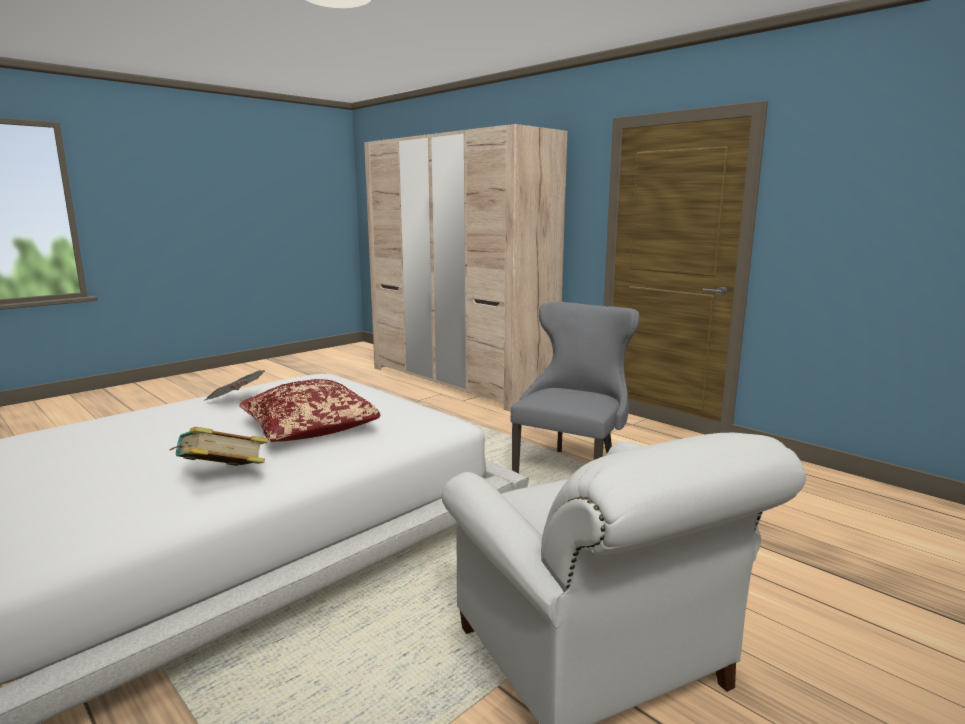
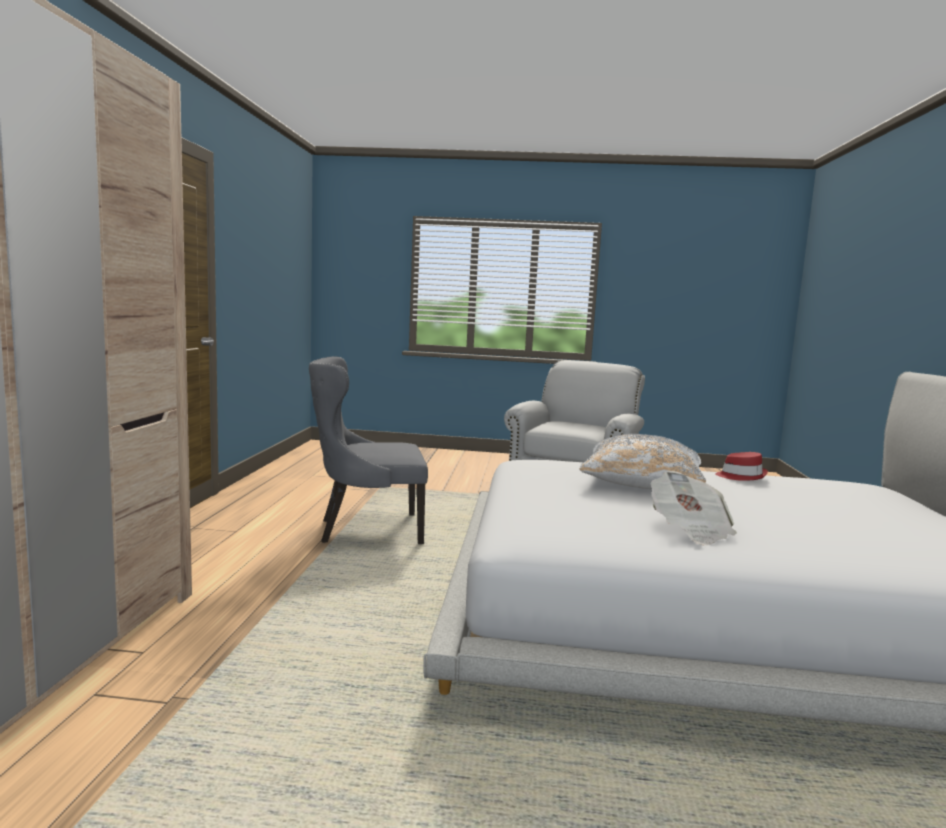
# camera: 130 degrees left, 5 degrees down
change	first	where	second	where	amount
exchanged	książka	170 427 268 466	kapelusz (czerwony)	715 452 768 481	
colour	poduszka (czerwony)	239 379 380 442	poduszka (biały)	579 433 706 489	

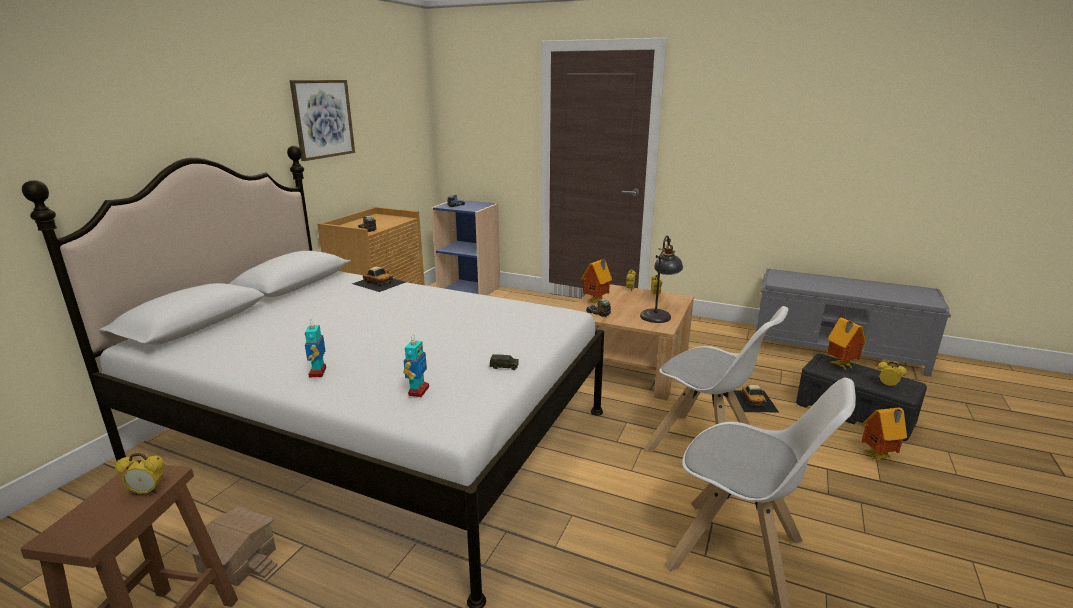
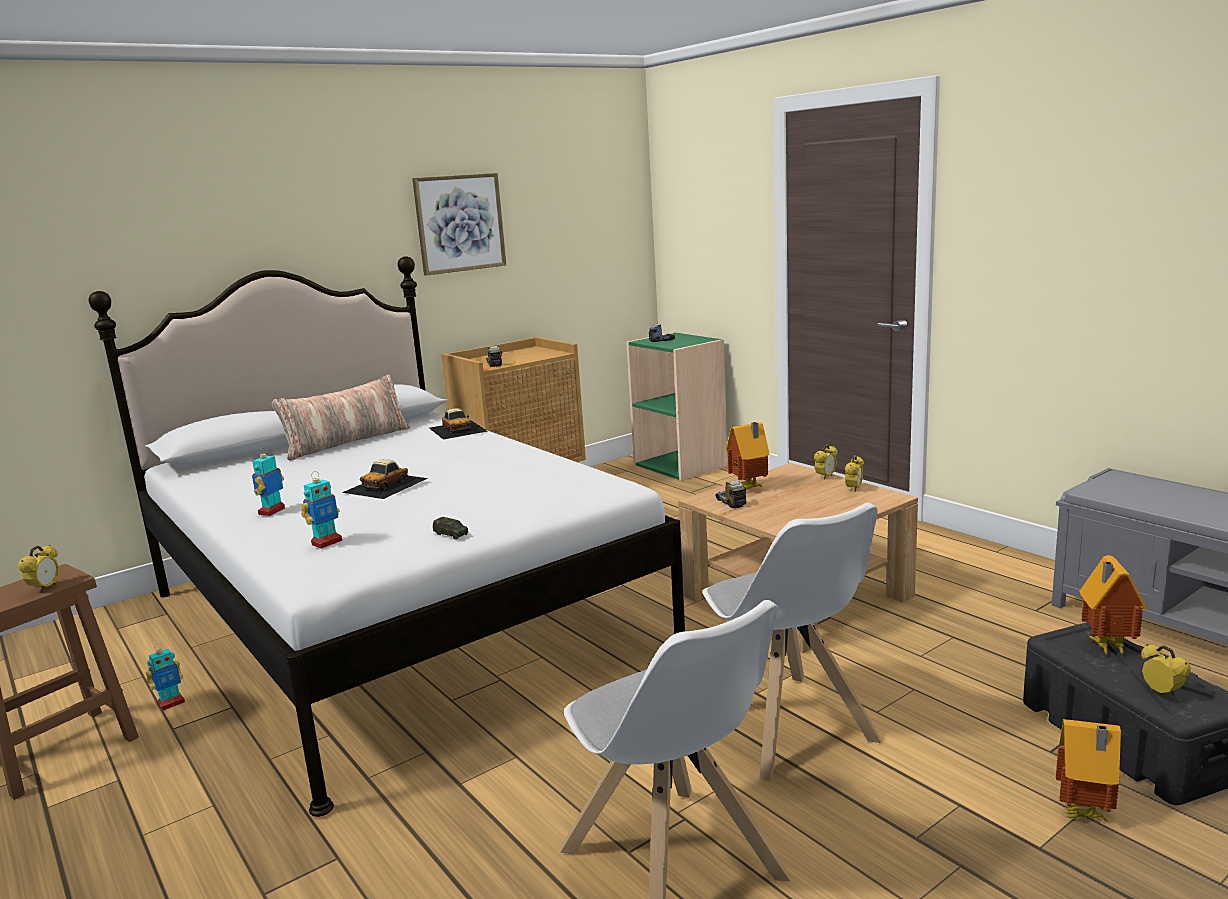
# camera: 30 degrees right, 5 degrees down
change	first	where	second	where	amount
missing	lampa stołowa (szary)	640 235 683 323			
appeared			poduszka	272 375 410 460	
relocated	samochodzik	733 384 779 412		342 459 428 499	
exchanged	domek	185 507 277 586	robot zabawkowy	146 644 185 711	
colour	regał (niebieski)	431 200 500 296	regał (zielony)	626 332 728 481	
spun	budzik	115 453 164 495		18 545 59 593	105 degrees counterclockwise

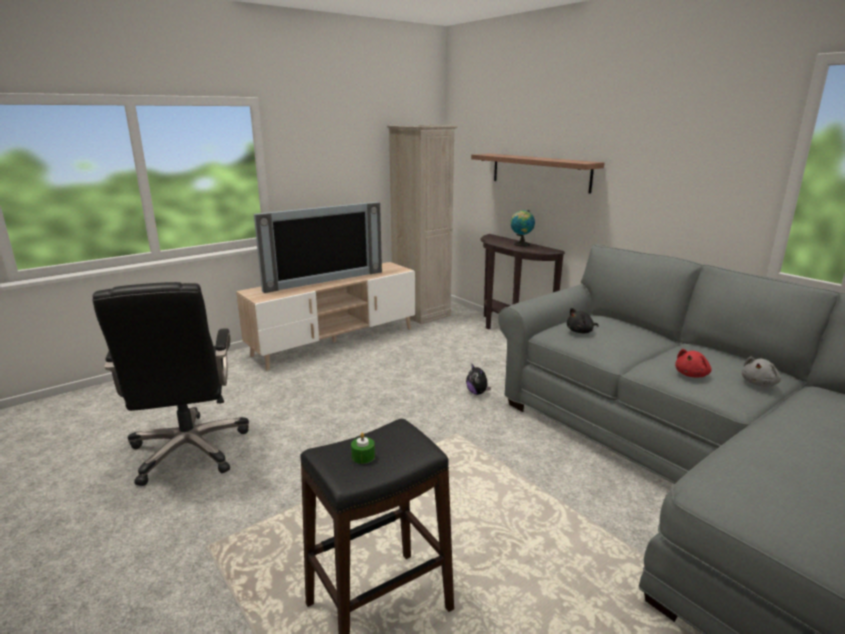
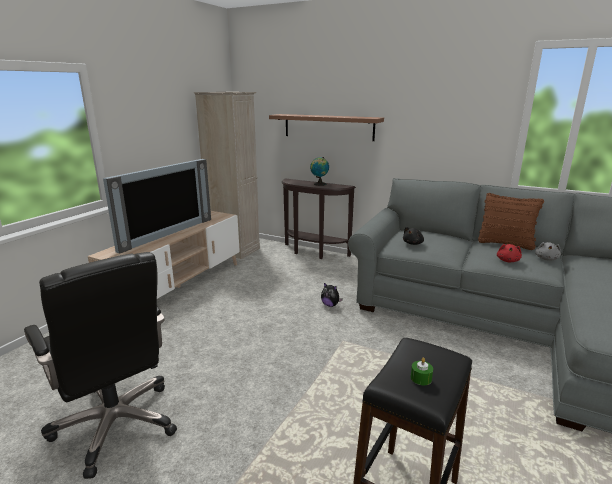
# camera: 25 degrees left, 0 degrees up
change	first	where	second	where	amount
appeared			poduszka (brązowy)	478 193 544 250	

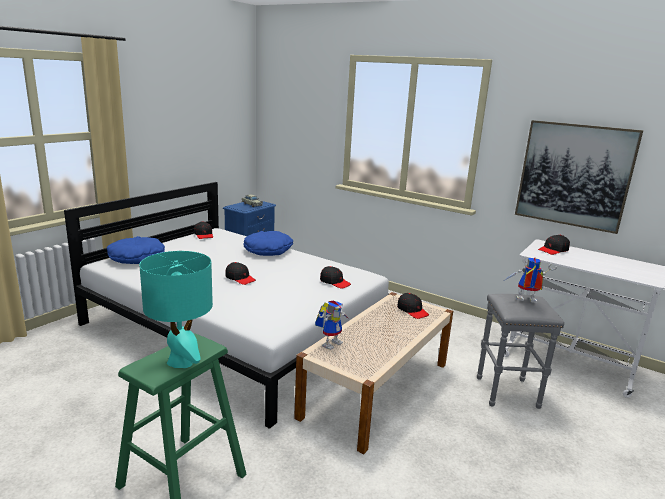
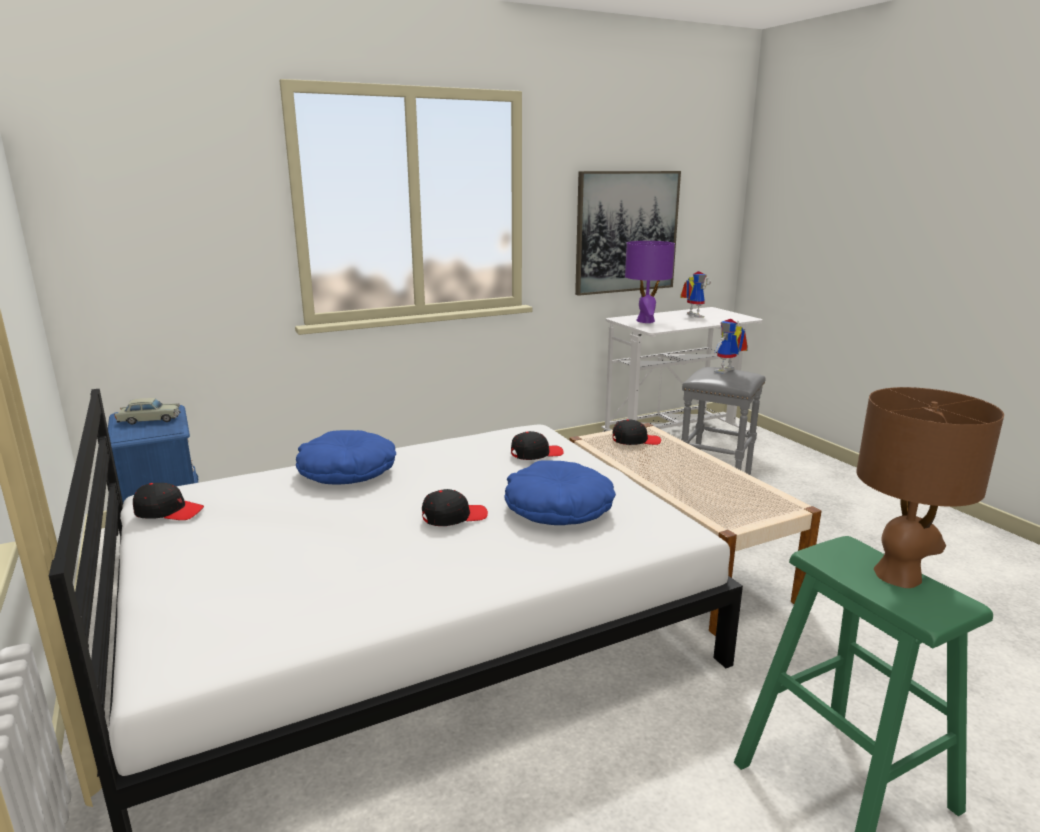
# camera: 60 degrees left, 0 degrees up
change	first	where	second	where	amount
relocated	poduszka (niebieski)	107 236 165 264		504 460 616 525	
relocated	robot zabawkowy	315 300 349 350		680 271 711 318	
exchanged	czapka z daszkiem (czarny)	538 235 570 255	lampa stołowa (fioletowy)	625 241 675 323	
colour	lampa stołowa (turkusowy)	139 251 213 368	lampa stołowa (brązowy)	856 387 1004 588	

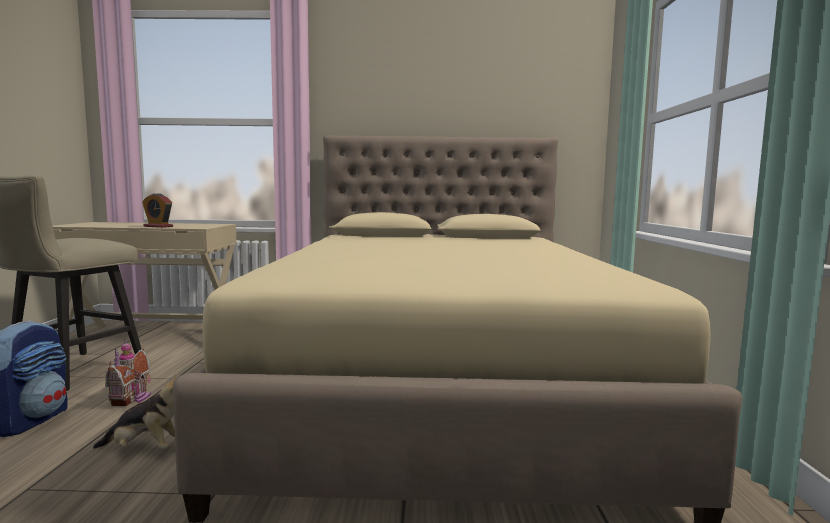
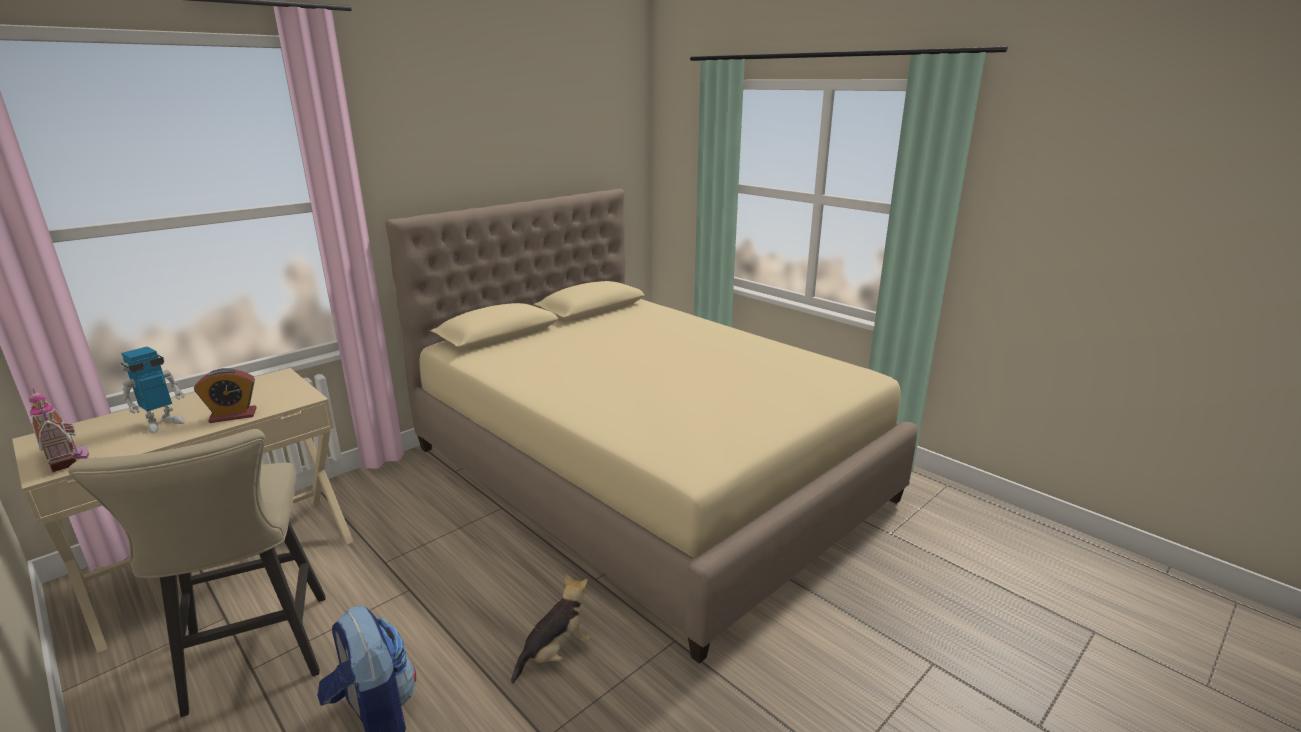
# camera: 45 degrees left, 15 degrees up
change	first	where	second	where	amount
appeared			robot zabawkowy	120 346 185 434	
relocated	domek	105 340 151 406		29 389 89 472	

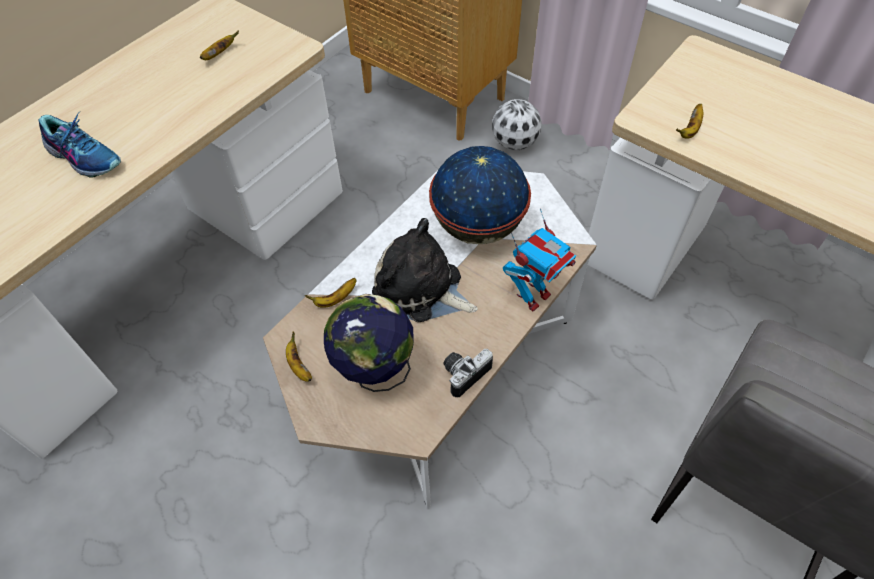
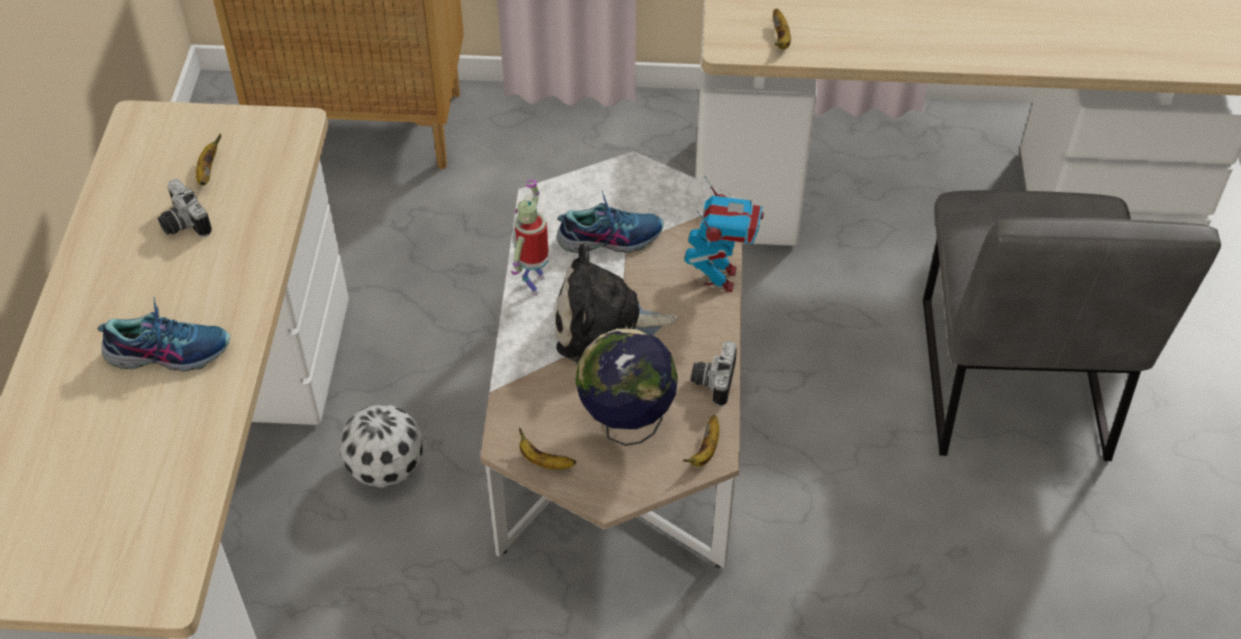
# camera: 35 degrees left, 5 degrees down
change	first	where	second	where	amount
appeared			aparat fotograficzny	158 179 212 237	
appeared			robot zabawkowy	511 179 548 296	
relocated	banan	305 278 357 308		683 415 719 467	
relocated	piłka futbolowa	492 99 542 150		339 404 423 488	
exchanged	globus	429 146 531 244	but	557 191 664 253	

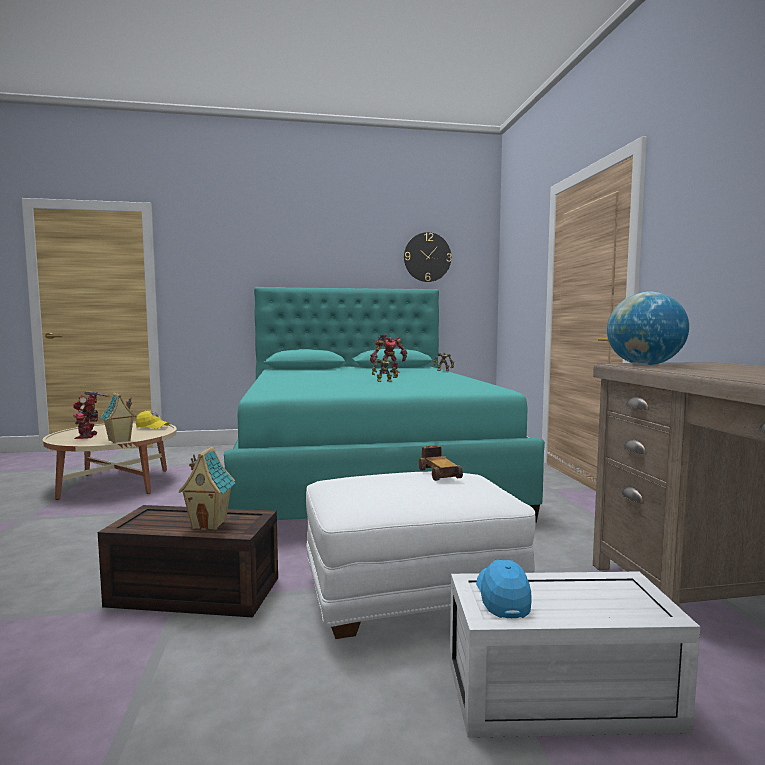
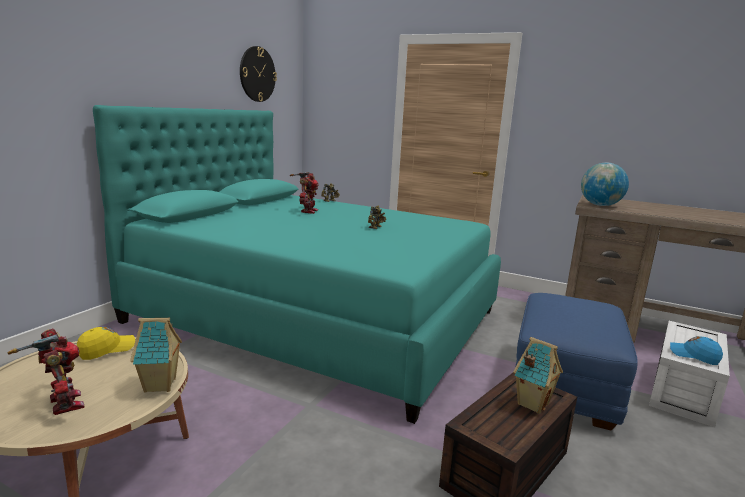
# camera: 55 degrees left, 10 degrees up
change	first	where	second	where	amount
missing	samochodzik	418 445 463 481			
colour	pufa (biały)	306 472 536 639	pufa (niebieski)	516 293 638 430	
spun	robot zabawkowy	73 391 110 439		7 329 84 415	150 degrees counterclockwise

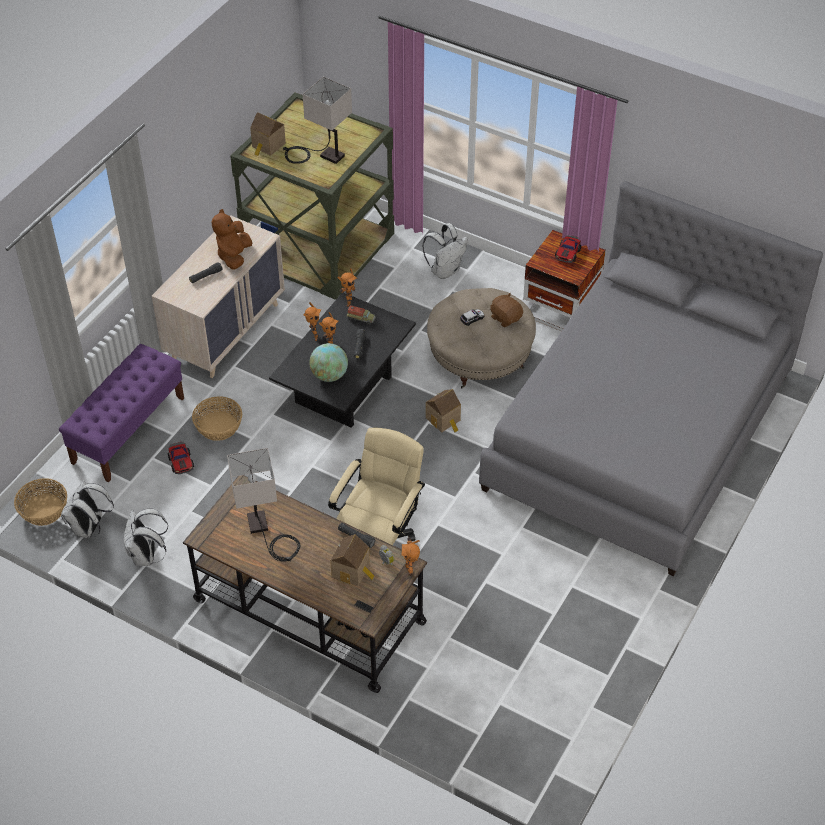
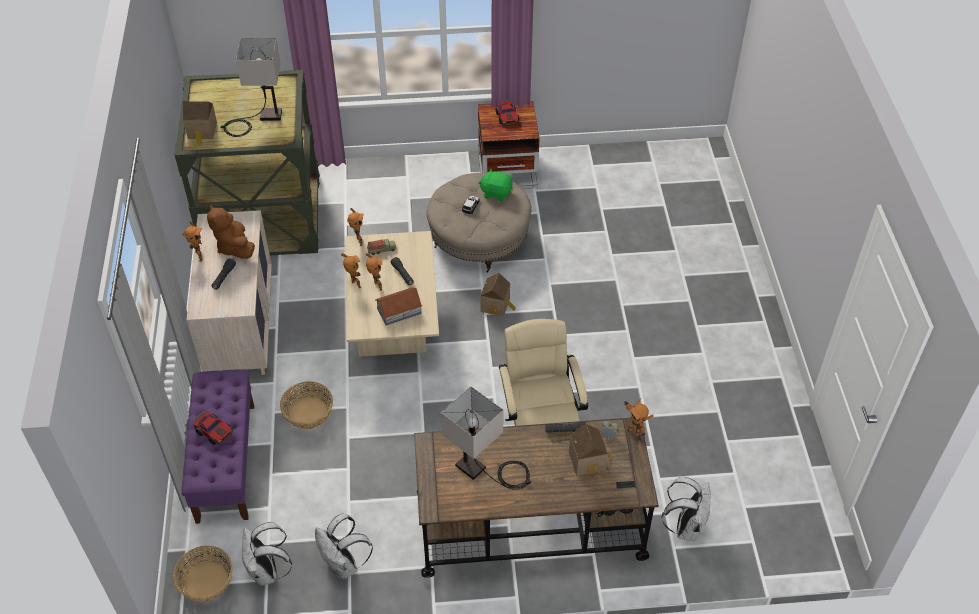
# camera: 35 degrees left, 0 degrees up
change	first	where	second	where	amount
missing	łóżko (szary)	479 181 823 576			
appeared			robot zabawkowy	182 221 202 262	
relocated	samochodzik	168 442 194 474		193 411 233 445	
relocated	plecak (biały)	422 223 468 279		661 477 711 541	
exchanged	globus	309 343 348 382	domek	375 288 422 325	
colour	ława (czarny)	269 293 416 428	ława (beżowy)	345 231 439 357	
colour	pluszak (brązowy)	490 293 523 327	pluszak (zielony)	478 169 513 201	

